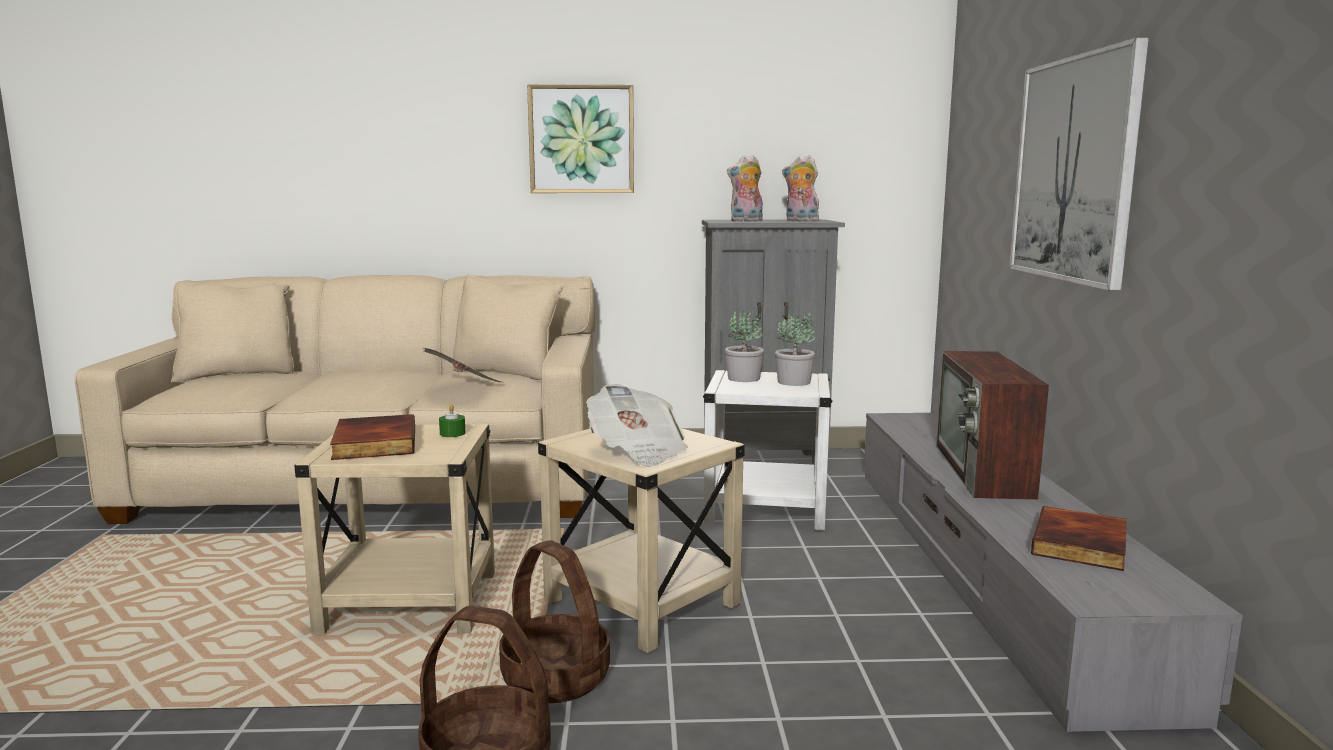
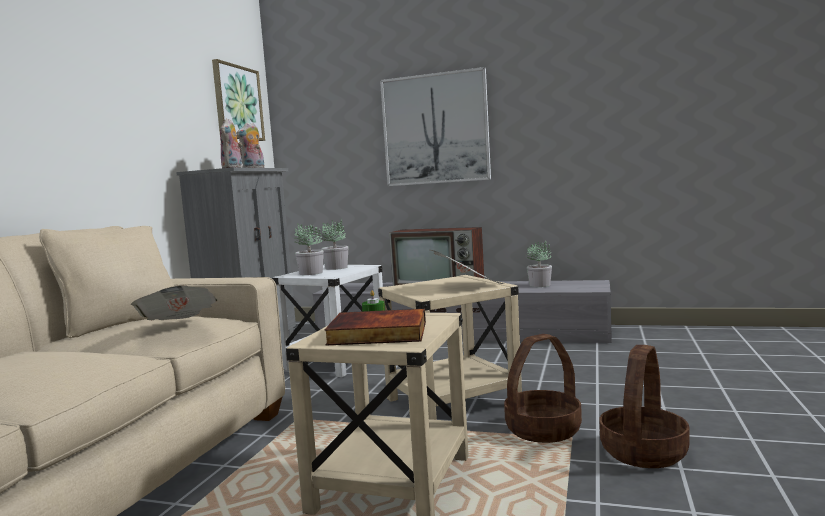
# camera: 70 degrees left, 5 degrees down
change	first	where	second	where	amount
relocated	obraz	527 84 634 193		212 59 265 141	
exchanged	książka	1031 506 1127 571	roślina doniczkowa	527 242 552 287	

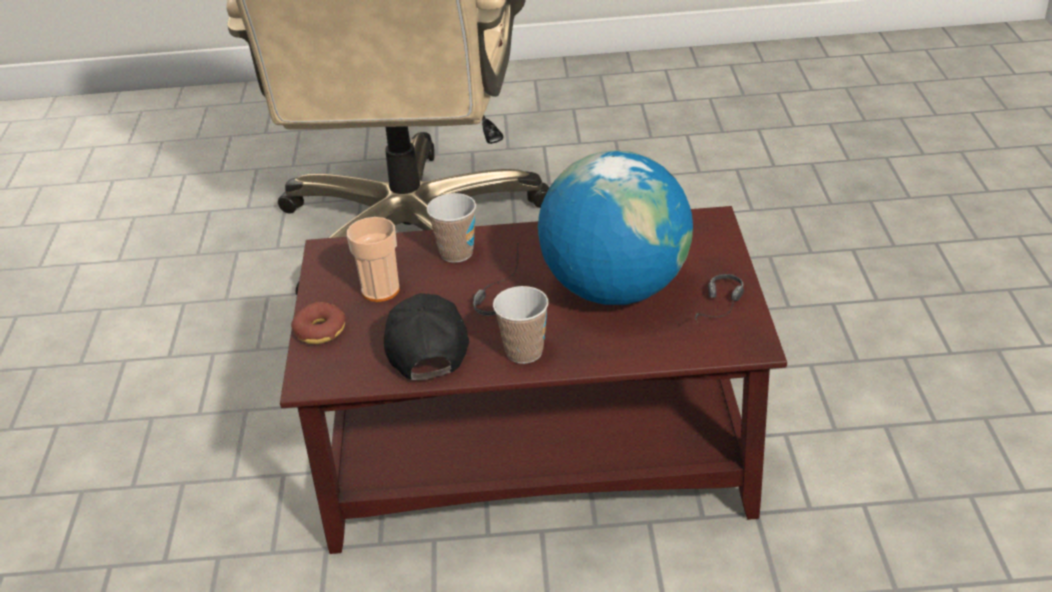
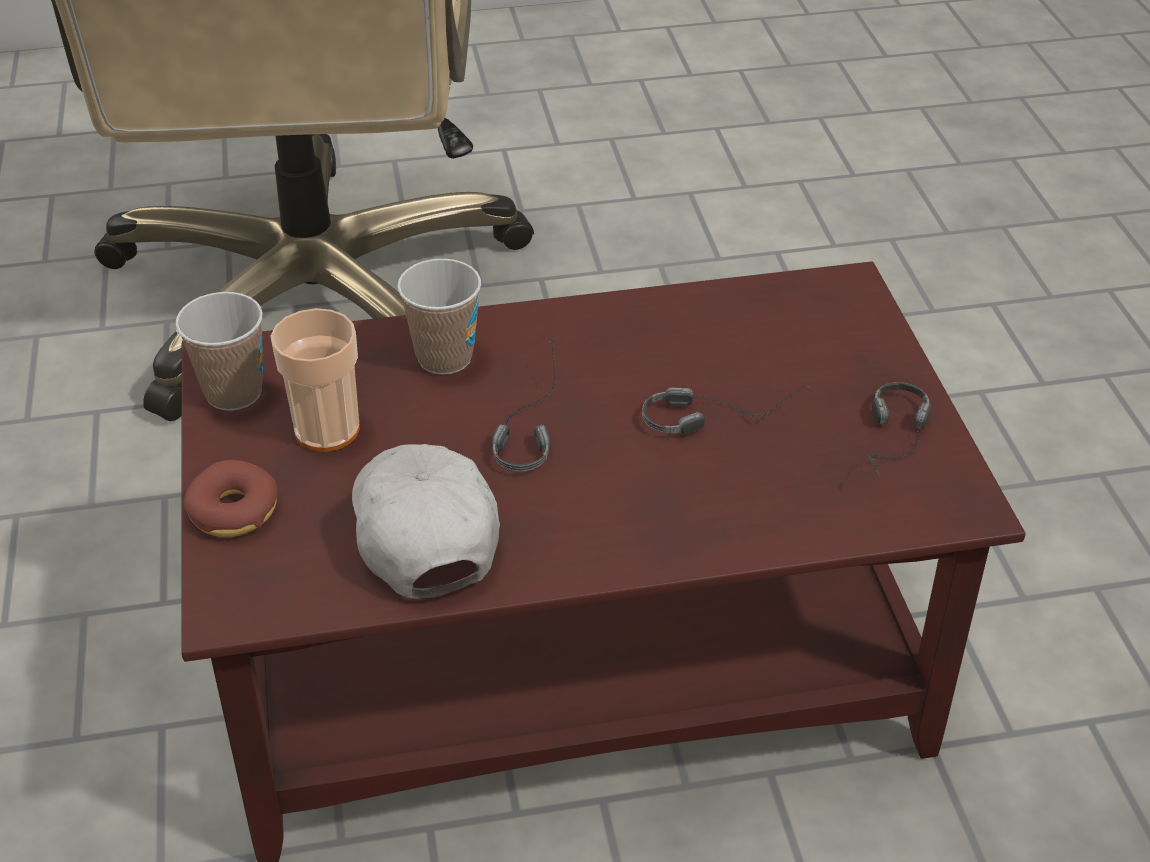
# camera: 10 degrees left, 5 degrees up
change	first	where	second	where	amount
relocated	filiżanka	493 286 548 364		175 292 263 411	
exchanged	globus	538 150 693 305	słuchawki	642 386 809 435	
colour	czapka z daszkiem (czarny)	384 293 469 380	czapka z daszkiem (biały)	352 444 500 599	

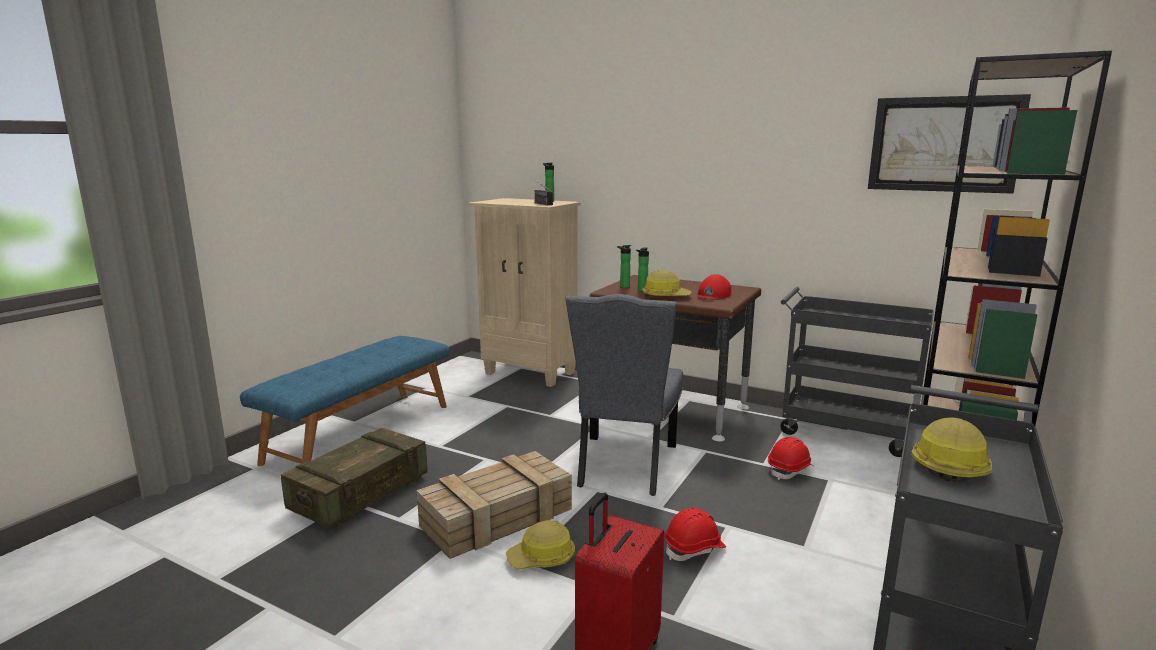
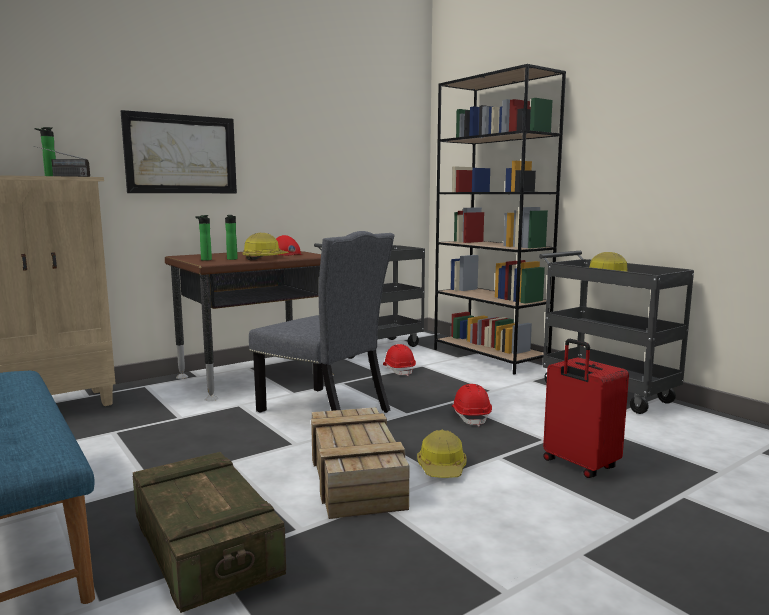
# camera: 65 degrees left, 5 degrees down
change	first	where	second	where	amount
relocated	obraz	868 94 1031 194		121 110 237 193	

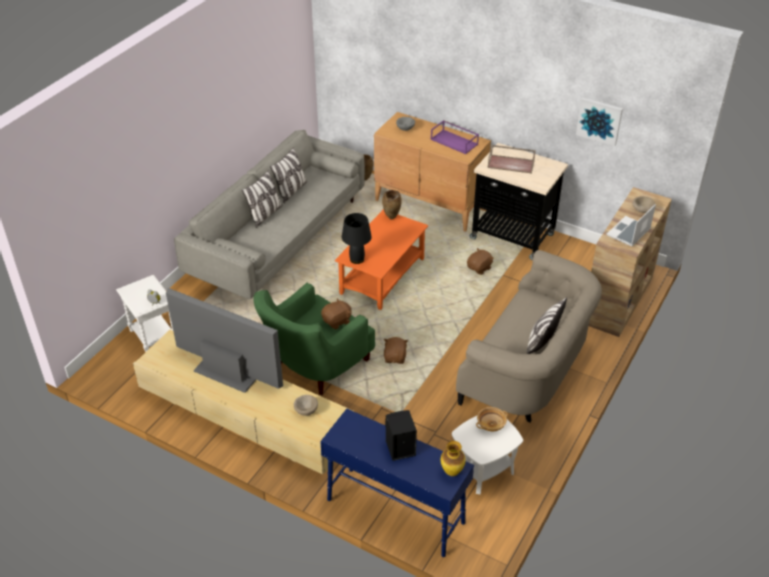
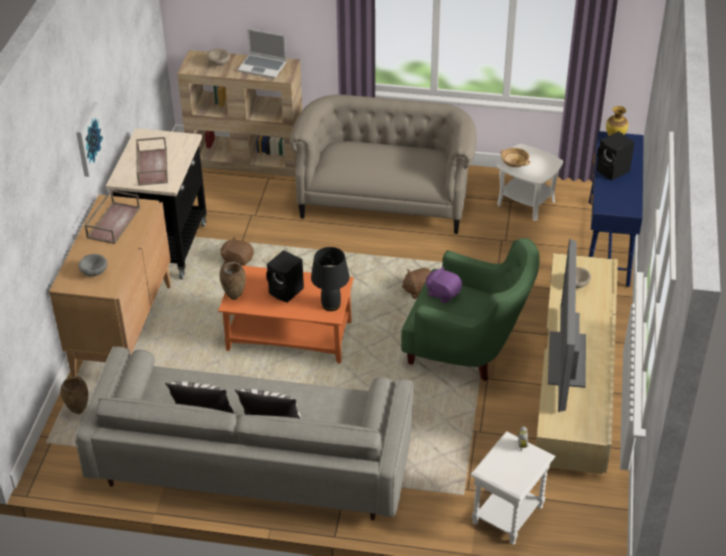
# camera: 110 degrees left, 0 degrees up
change	first	where	second	where	amount
missing	poduszka	527 298 567 354			
appeared			głośnik (czarny)	266 250 304 303	
relocated	obraz	576 98 623 146		76 101 106 177	
colour	pluszak (brązowy)	321 298 352 329	pluszak (fioletowy)	426 266 462 303	
colour	taca (fioletowy)	431 120 479 154	taca (brązowy)	85 190 140 244	

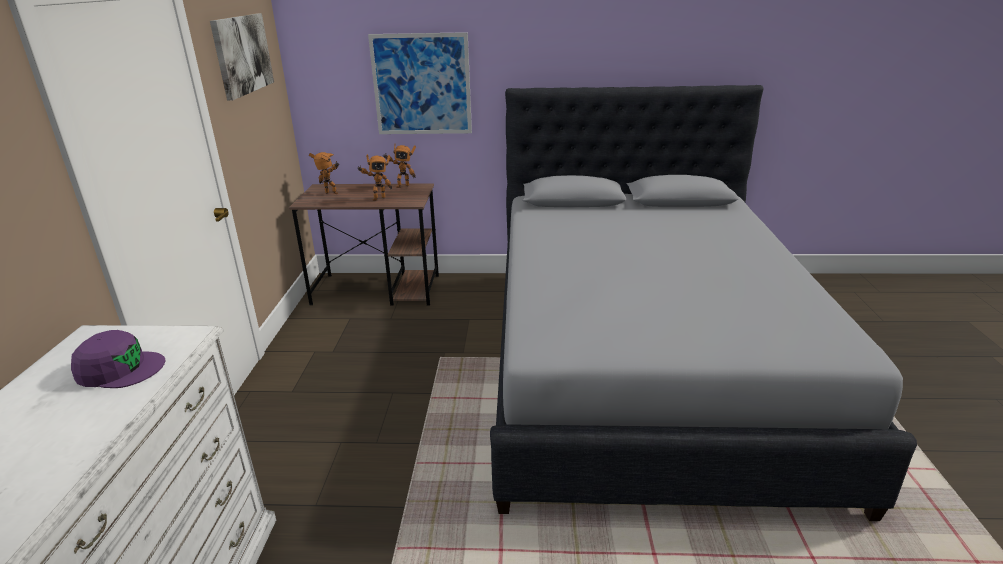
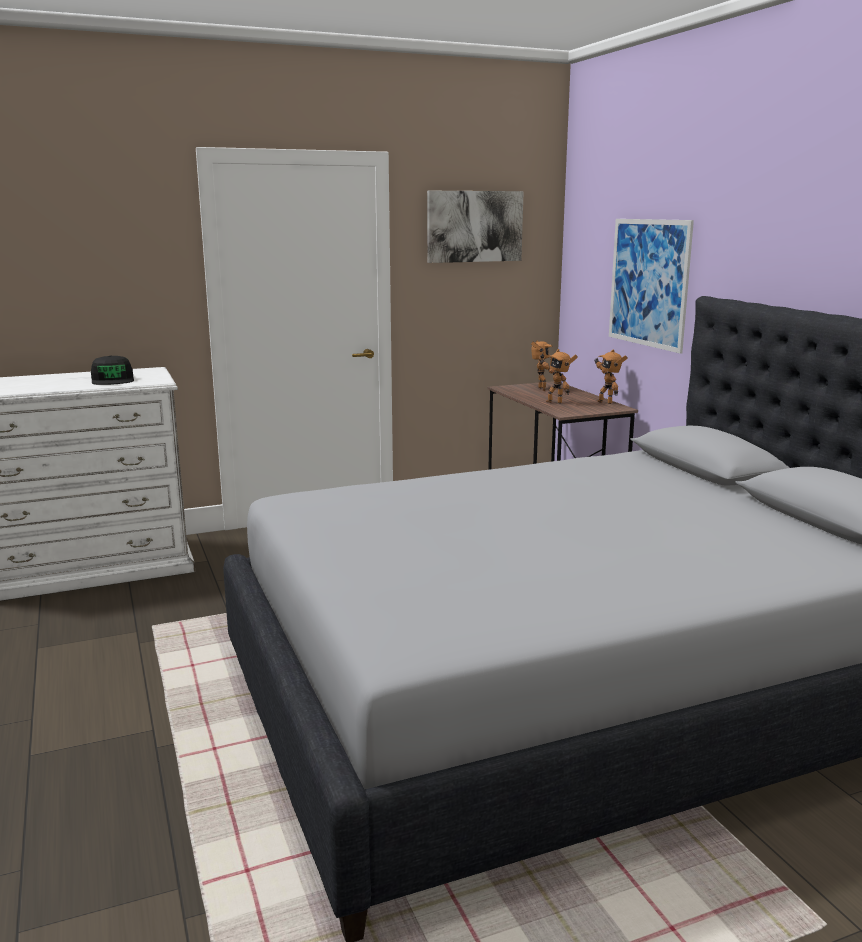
# camera: 65 degrees right, 10 degrees down
change	first	where	second	where	amount
colour	czapka z daszkiem (fioletowy)	71 330 165 388	czapka z daszkiem (czarny)	91 355 134 385	

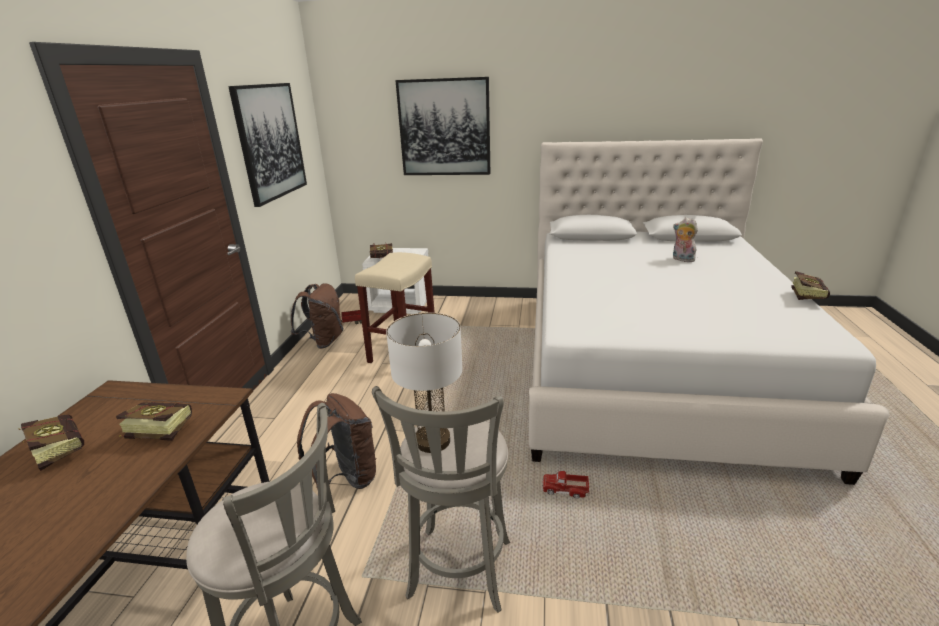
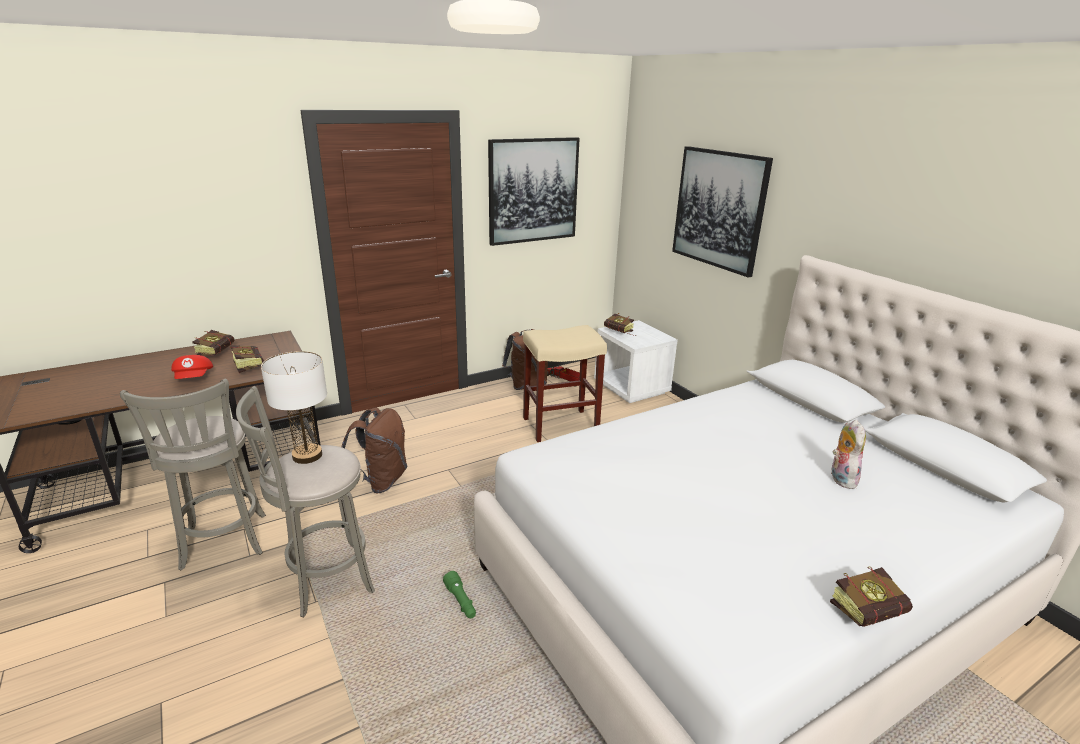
# camera: 50 degrees right, 0 degrees up
change	first	where	second	where	amount
appeared			czapka z daszkiem (czerwony)	171 355 213 379	
exchanged	ciężarówka zabawkowa	541 471 590 499	latarka (zielony)	443 571 476 618	

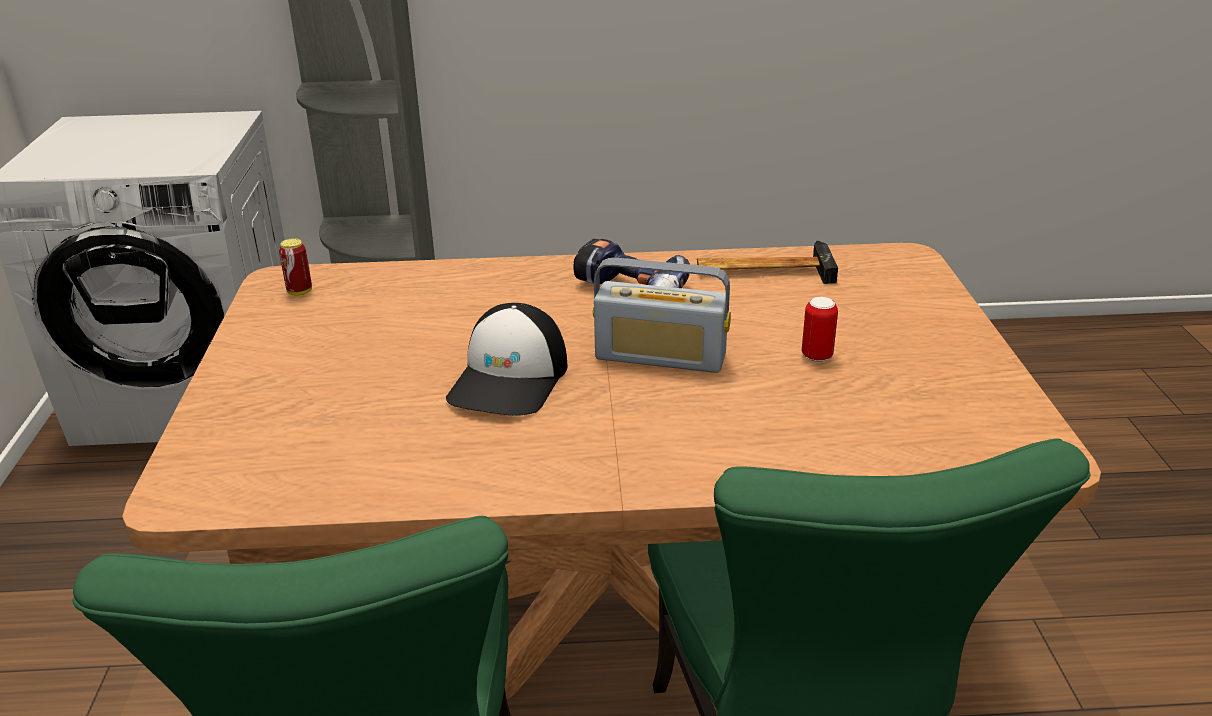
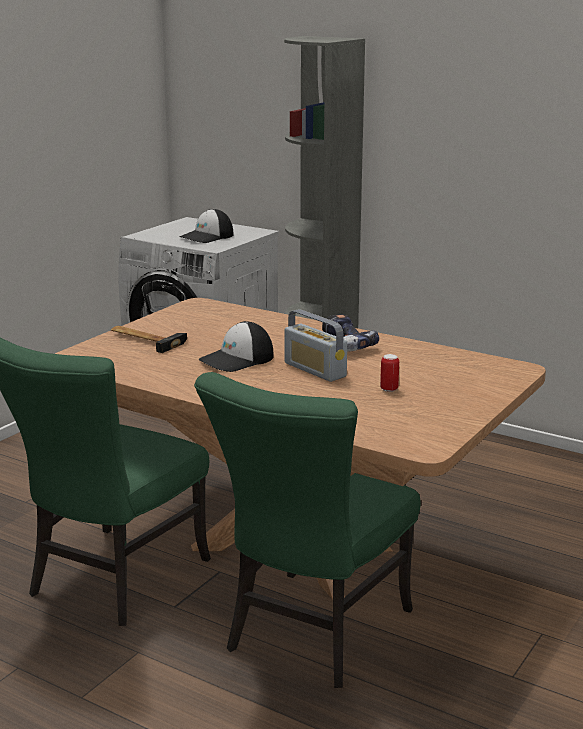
# camera: 35 degrees right, 10 degrees down
change	first	where	second	where	amount
missing	puszka	279 238 312 296			
appeared			czapka z daszkiem	179 209 234 243	
relocated	młotek	697 241 838 284		111 326 187 353	

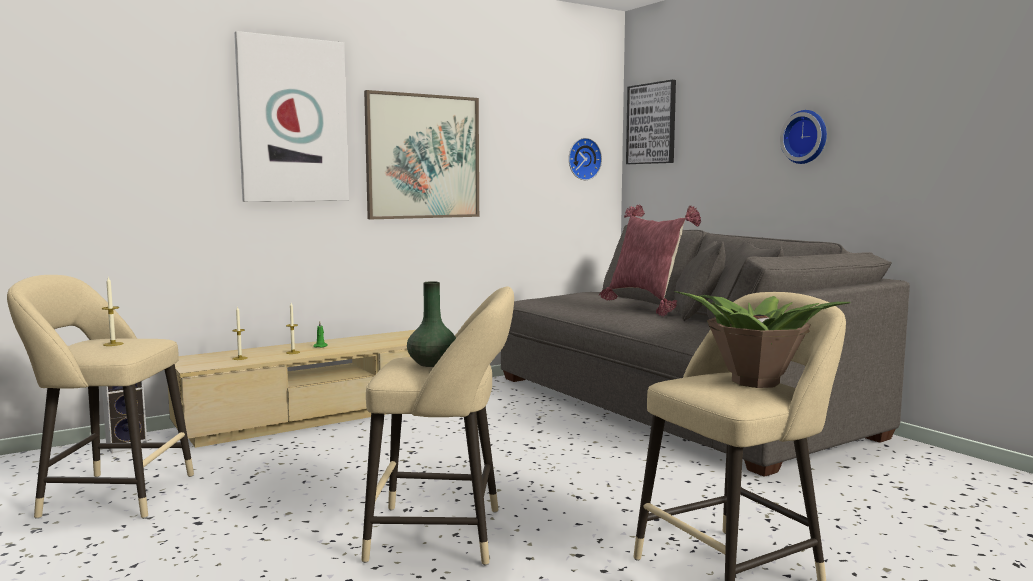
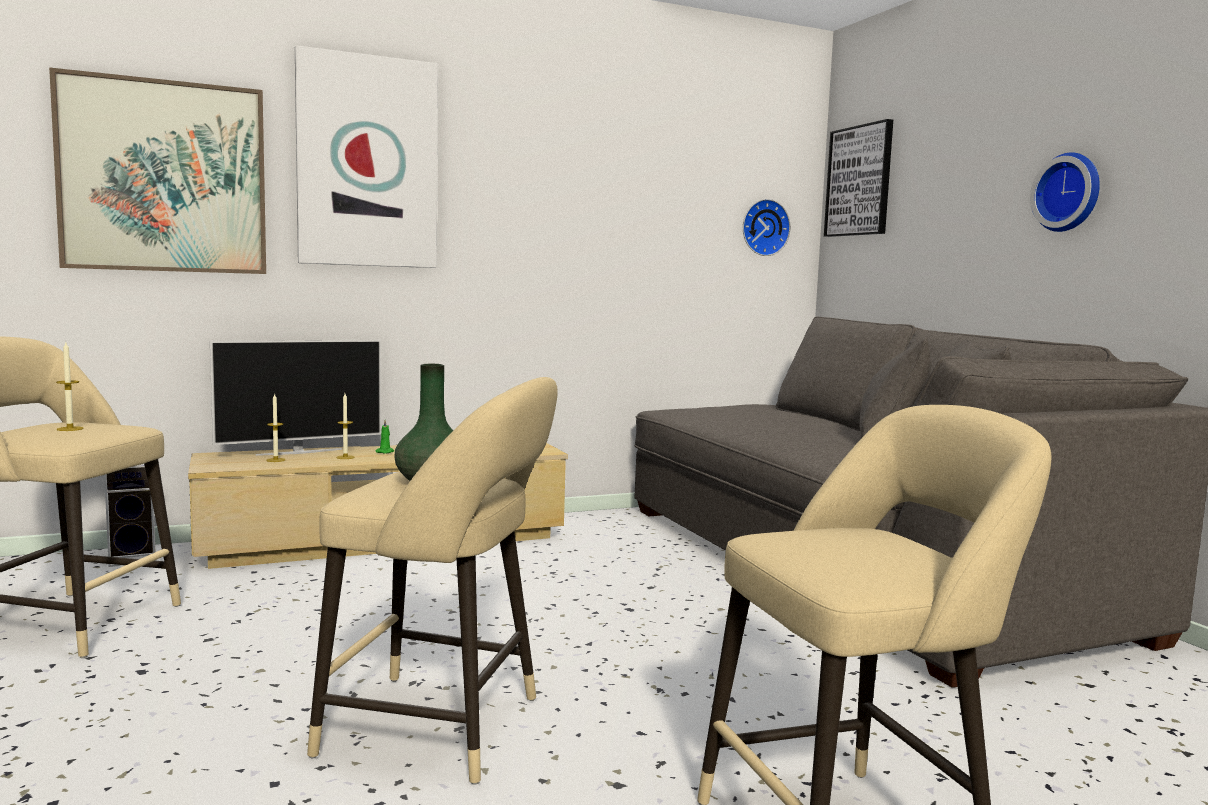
# camera: 10 degrees right, 0 degrees up
change	first	where	second	where	amount
missing	poduszka (czerwony)	599 204 701 316			
missing	roślina doniczkowa	675 291 851 388			
appeared			telewizor	210 340 381 456	
relocated	obraz	364 90 479 219		49 67 266 274	

